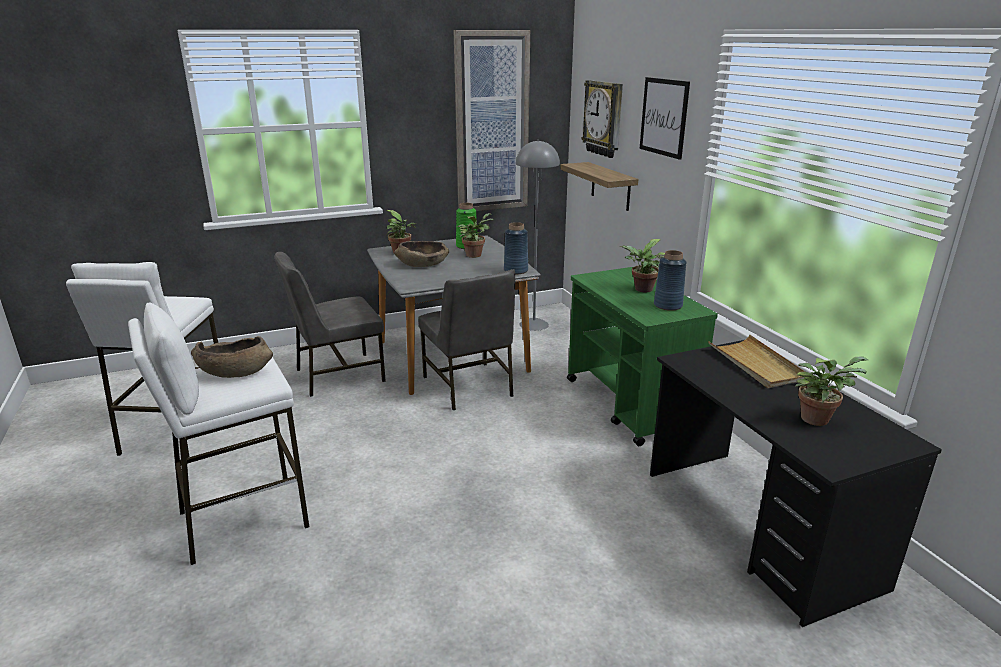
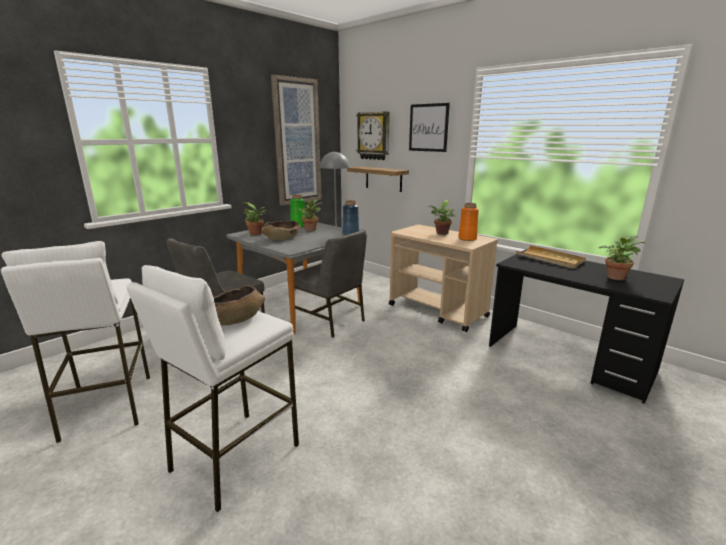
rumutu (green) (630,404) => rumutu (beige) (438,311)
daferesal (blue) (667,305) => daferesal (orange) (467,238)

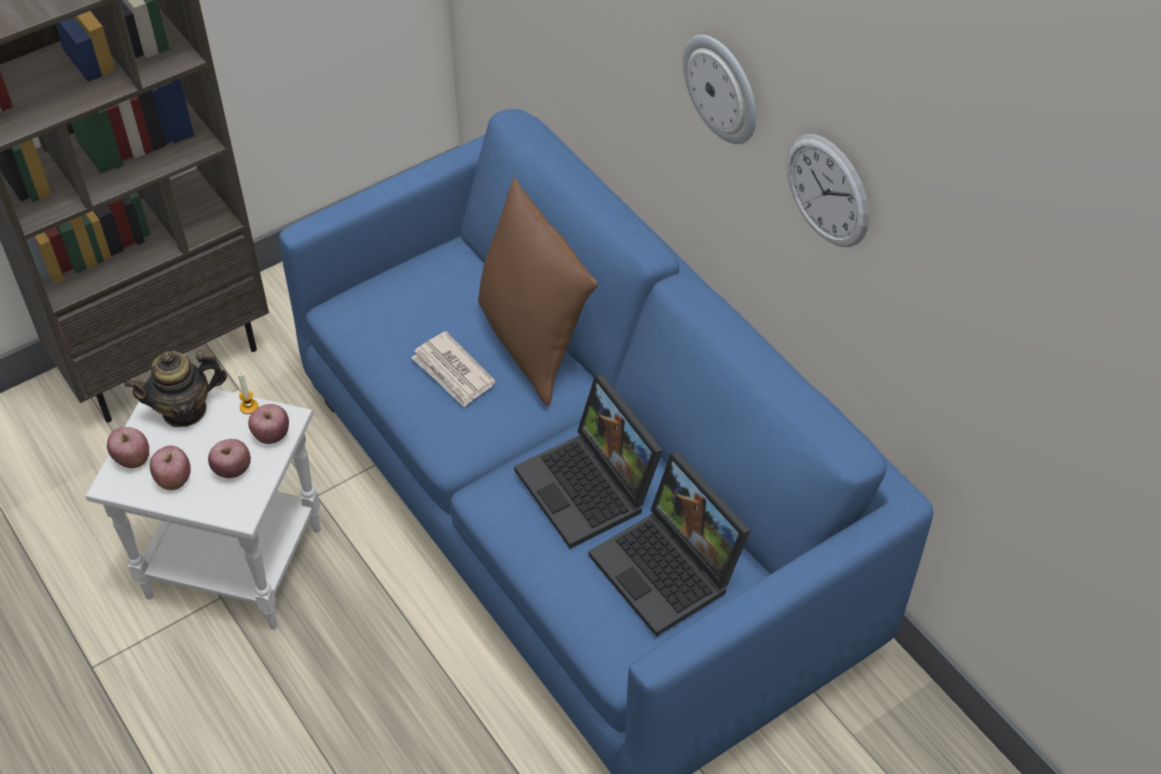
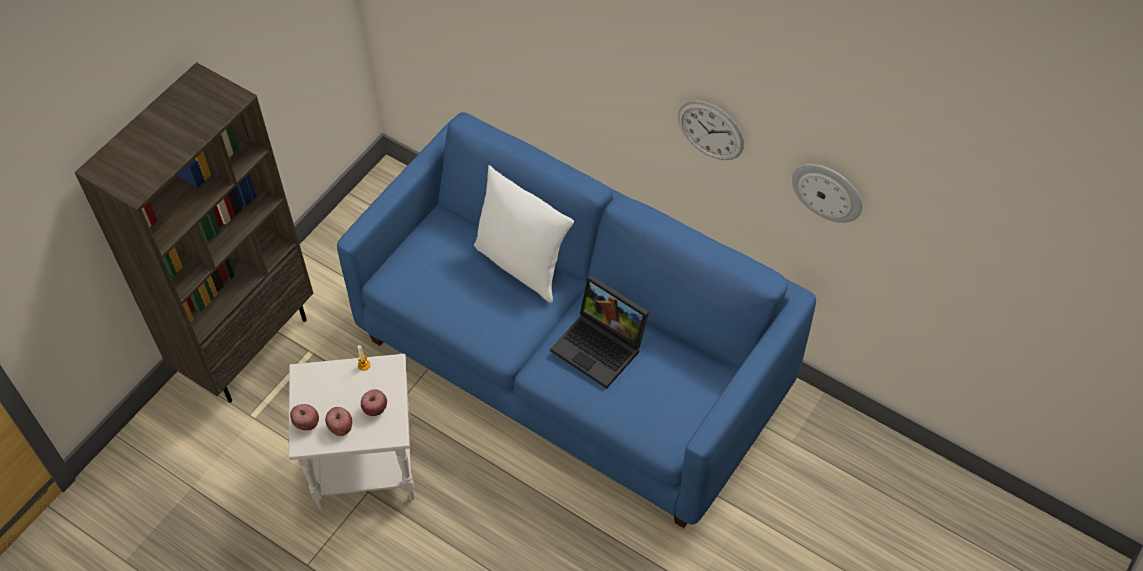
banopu (184,410) => nothing
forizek (271,435) => nothing
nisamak (453,372) => nothing
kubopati (670,569) => nothing
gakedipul (722,88) => gakedipul (828,191), relocated
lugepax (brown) (533,343) => lugepax (white) (522,264)

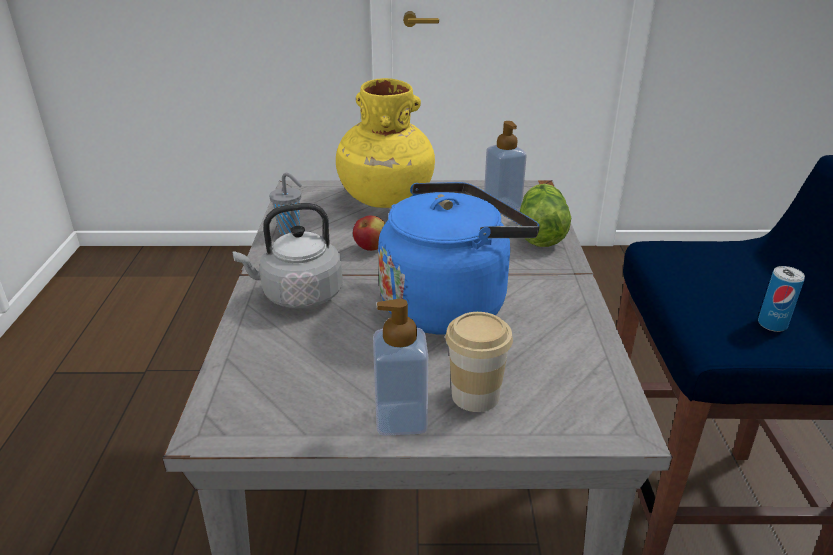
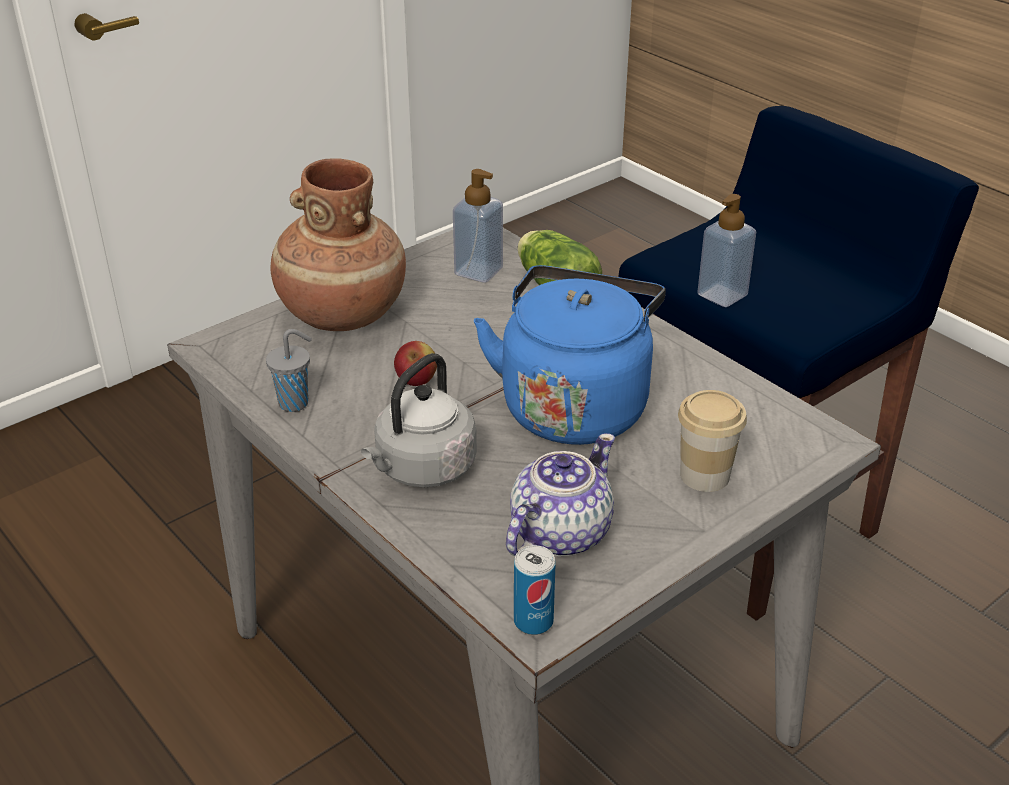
nothing => banopu (558,533)
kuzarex (401,419) => kuzarex (722,295), relocated
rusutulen (772,324) => rusutulen (533,621), relocated
daferesal (yellow) (385,198) => daferesal (brown) (341,313)

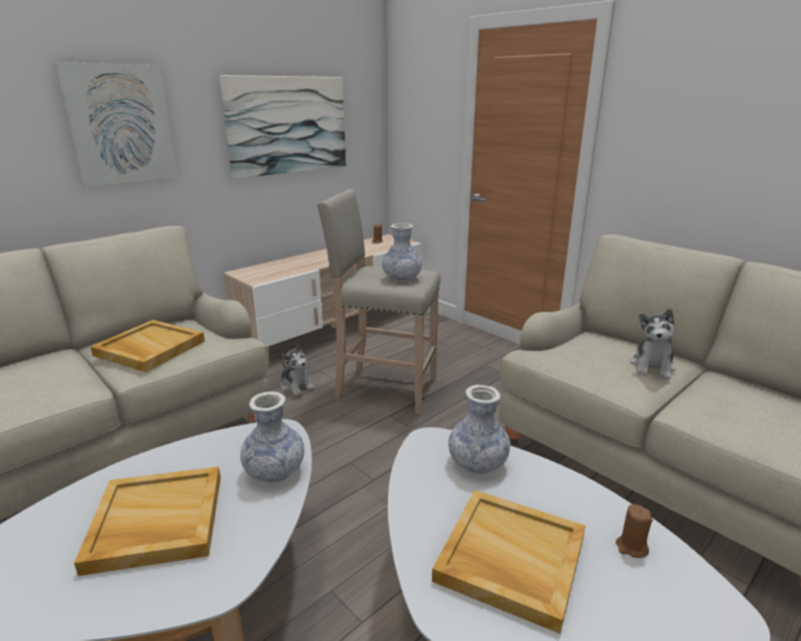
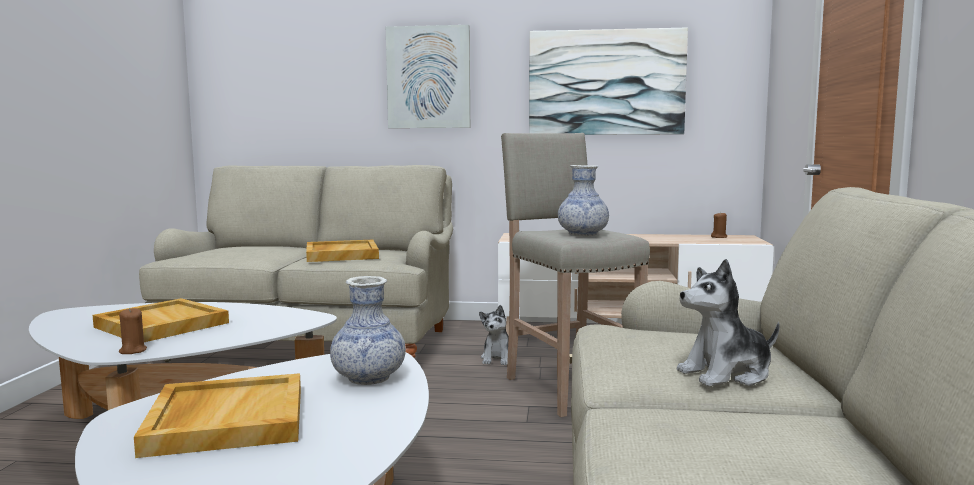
daferesal (275,471) => nothing
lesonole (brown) (631,547) => lesonole (brown) (132,351), relocated

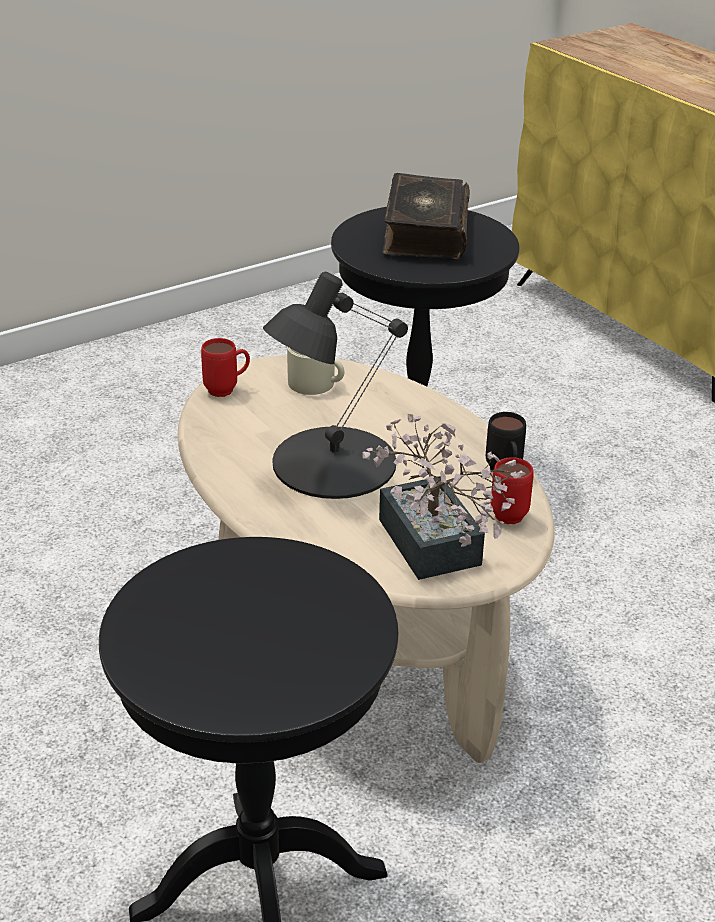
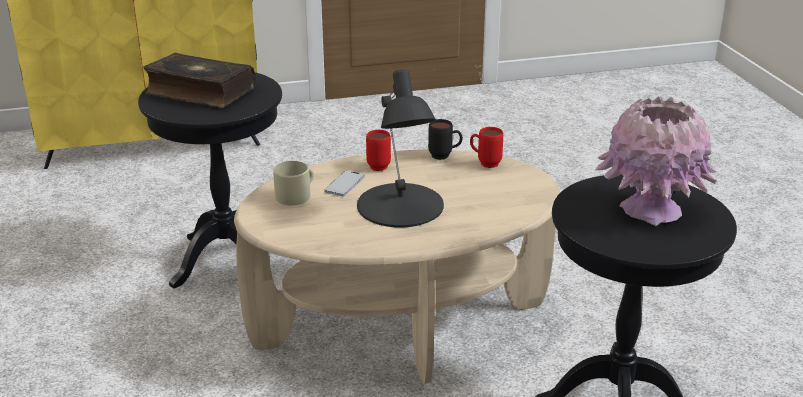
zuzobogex (433,550) => nothing
nothing => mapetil (344,184)
nothing => daferesal (pink) (650,210)
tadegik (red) (227,390) => tadegik (red) (378,165), relocated

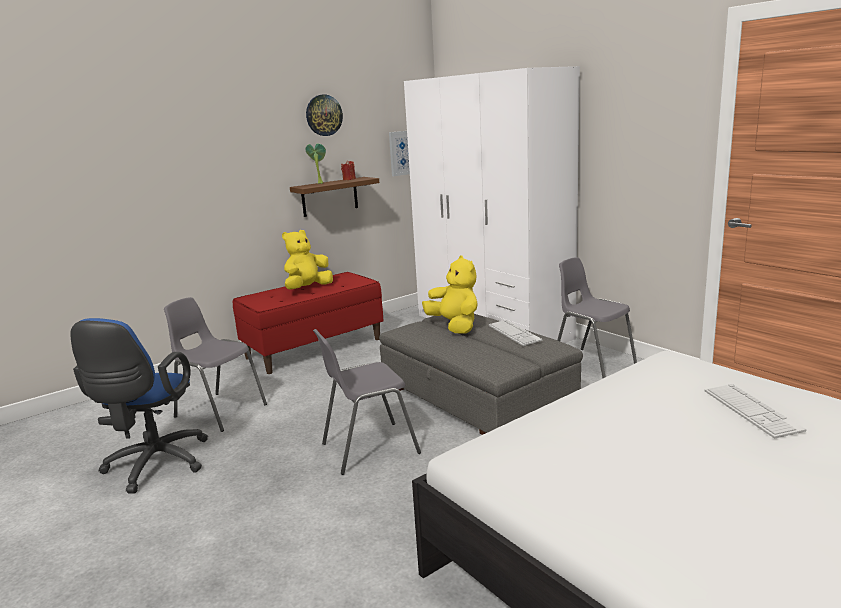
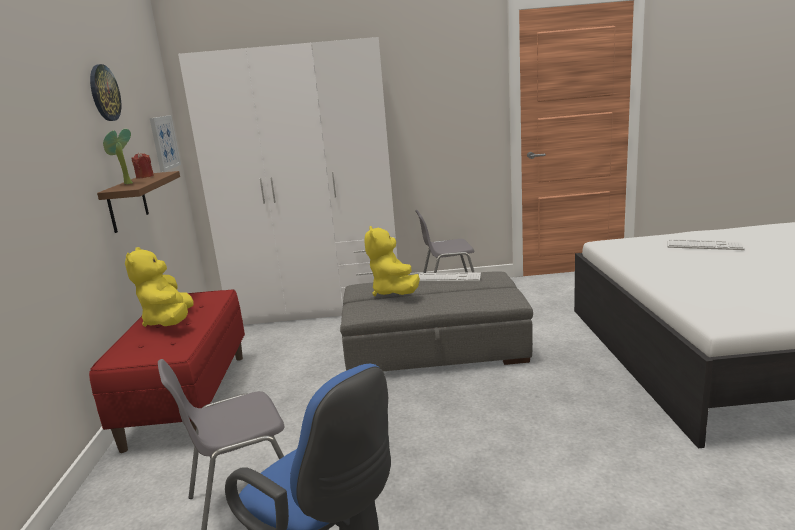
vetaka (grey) (368,448) => nothing
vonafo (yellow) (455,326) => vonafo (yellow) (394,292), 105 degrees counterclockwise

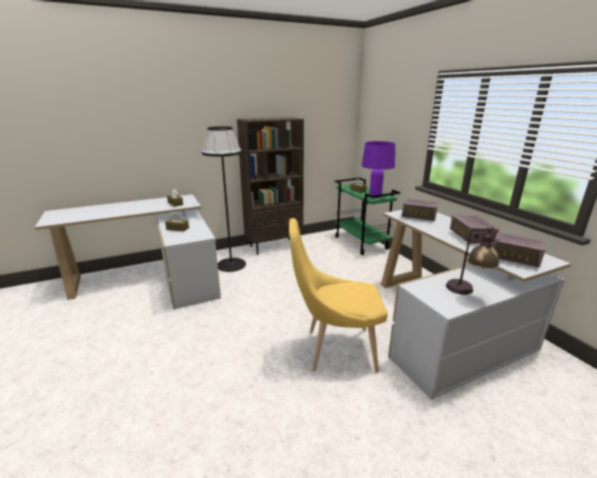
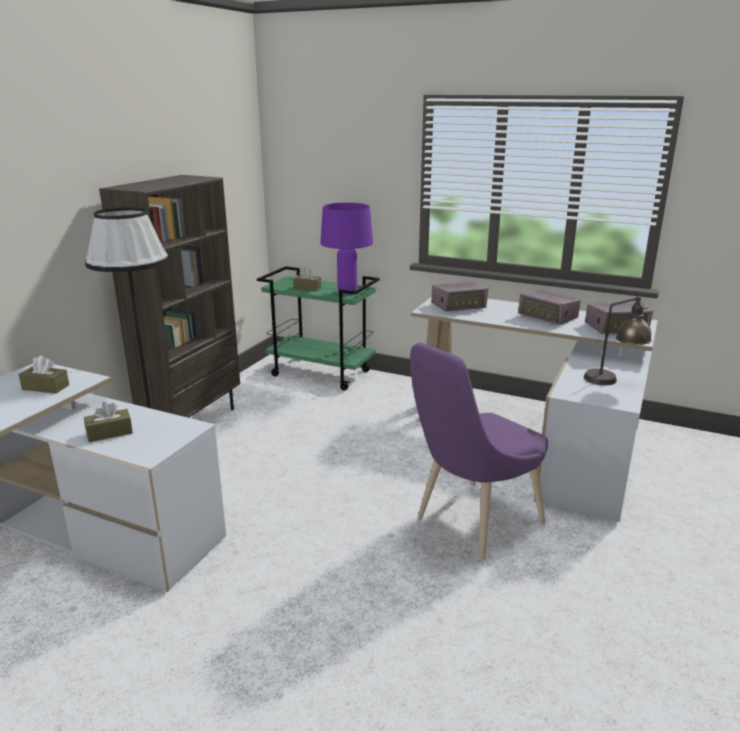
vetaka (yellow) (335,350) => vetaka (purple) (472,524)

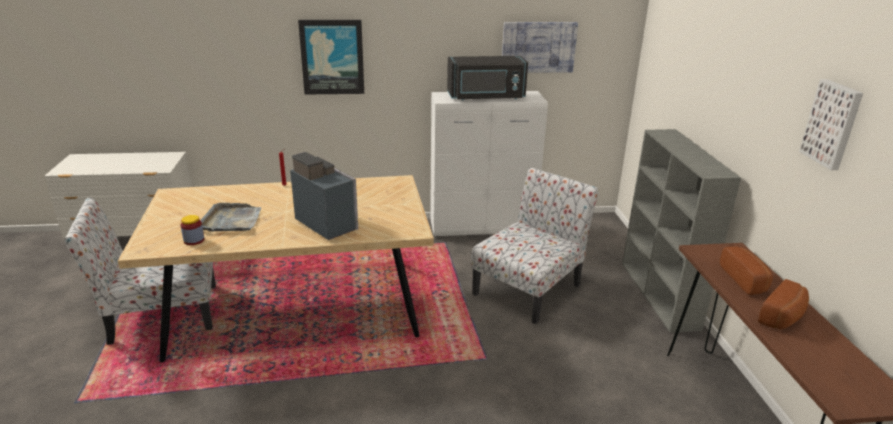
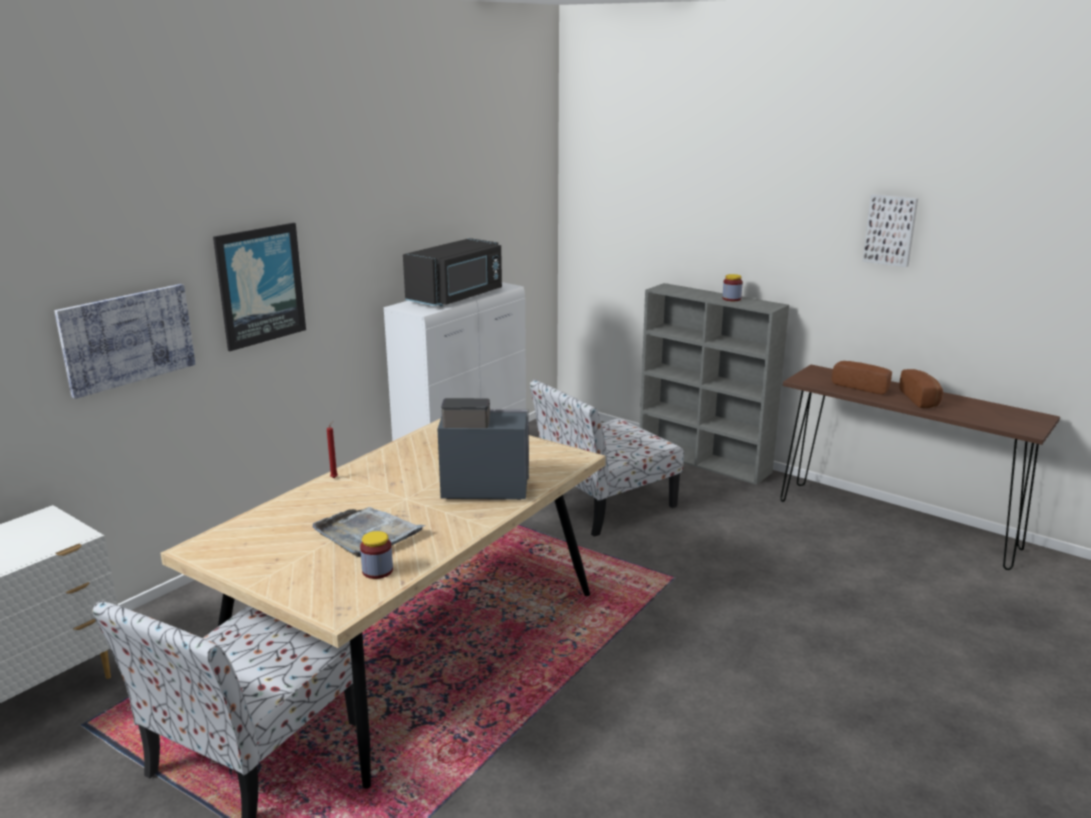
nothing => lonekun (731,299)
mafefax (538,47) => mafefax (127,338), relocated
vetaka (529,288) => vetaka (604,505), 120 degrees counterclockwise

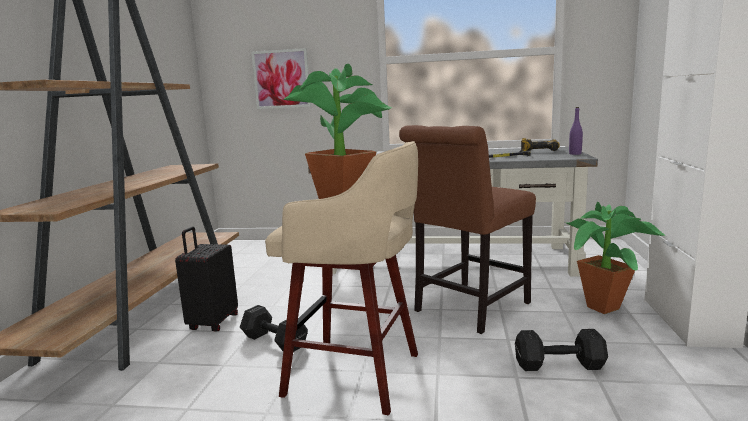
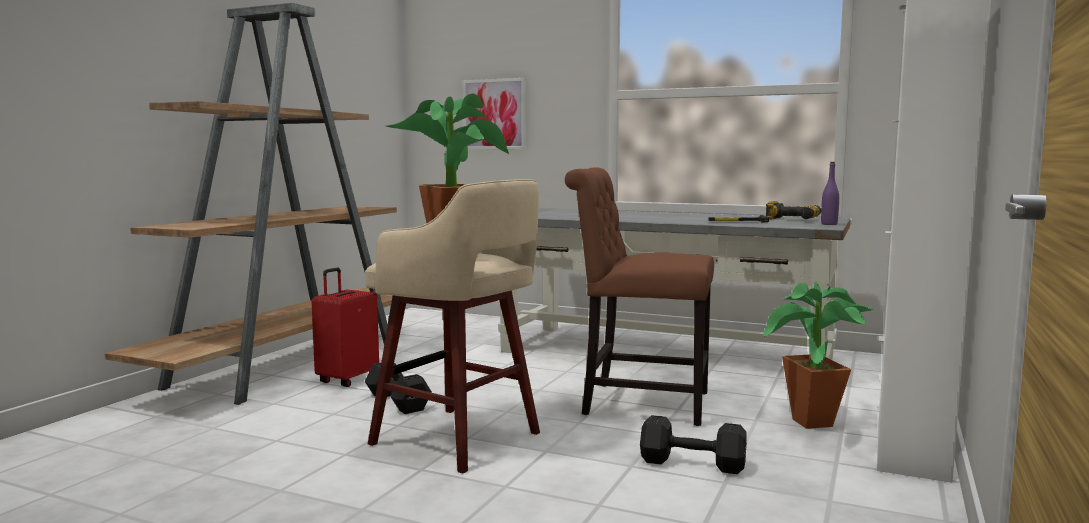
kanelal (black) (212,323) => kanelal (red) (347,379)
vetaka (brown) (468,309) => vetaka (brown) (638,403), 45 degrees clockwise

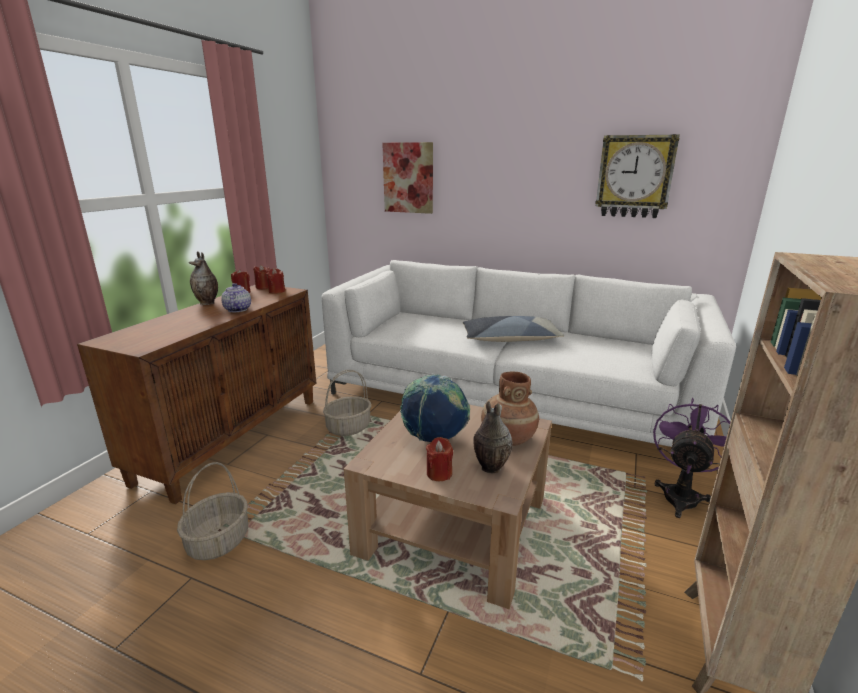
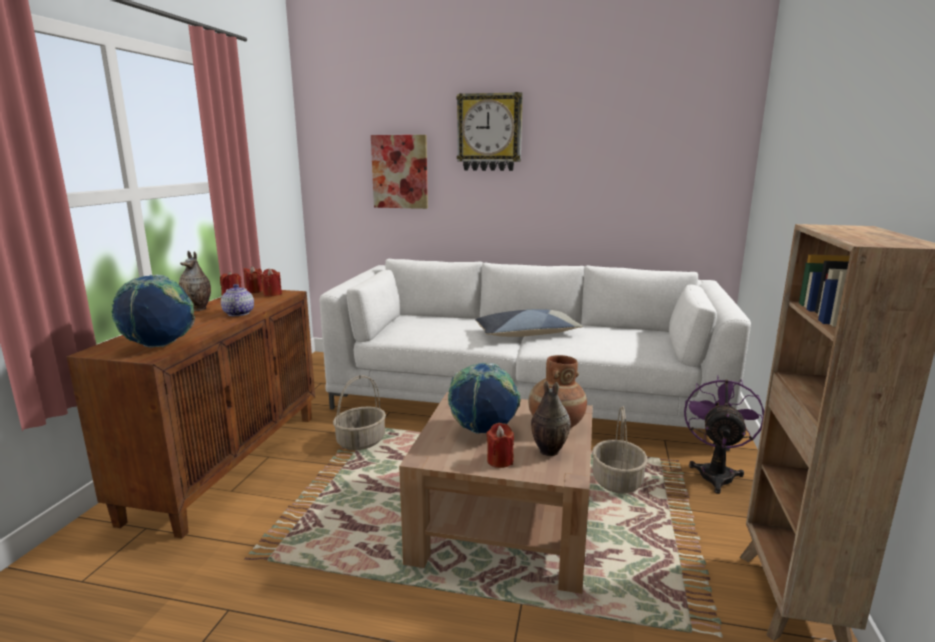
nothing => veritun (160,346)
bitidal (218,542) => bitidal (617,481), relocated
gakedipul (634,177) => gakedipul (489,132), relocated

